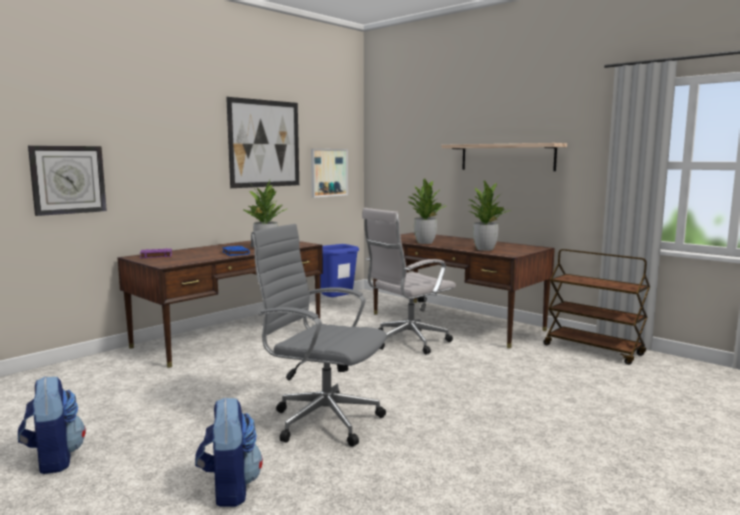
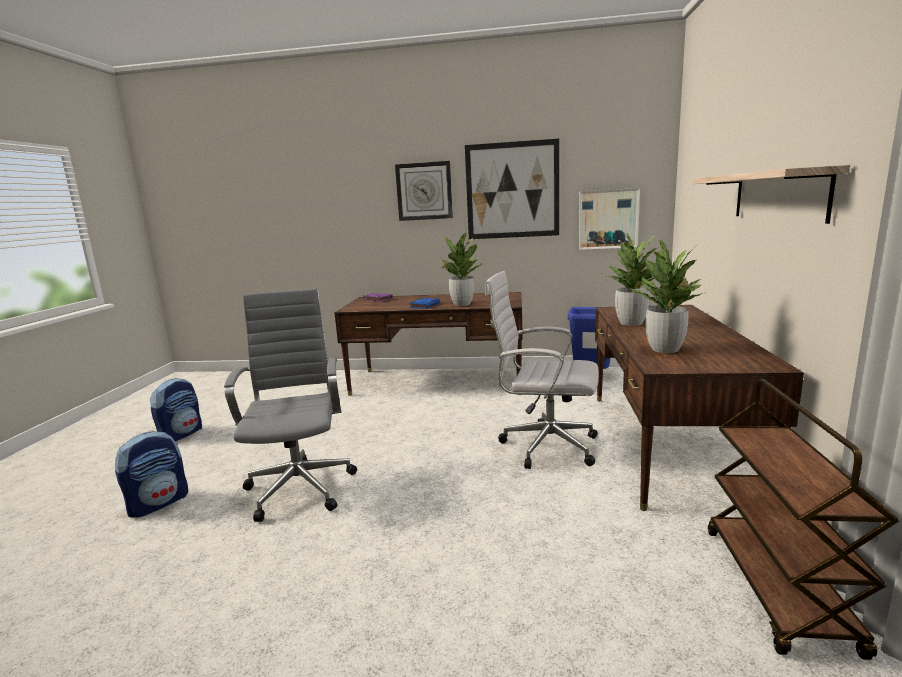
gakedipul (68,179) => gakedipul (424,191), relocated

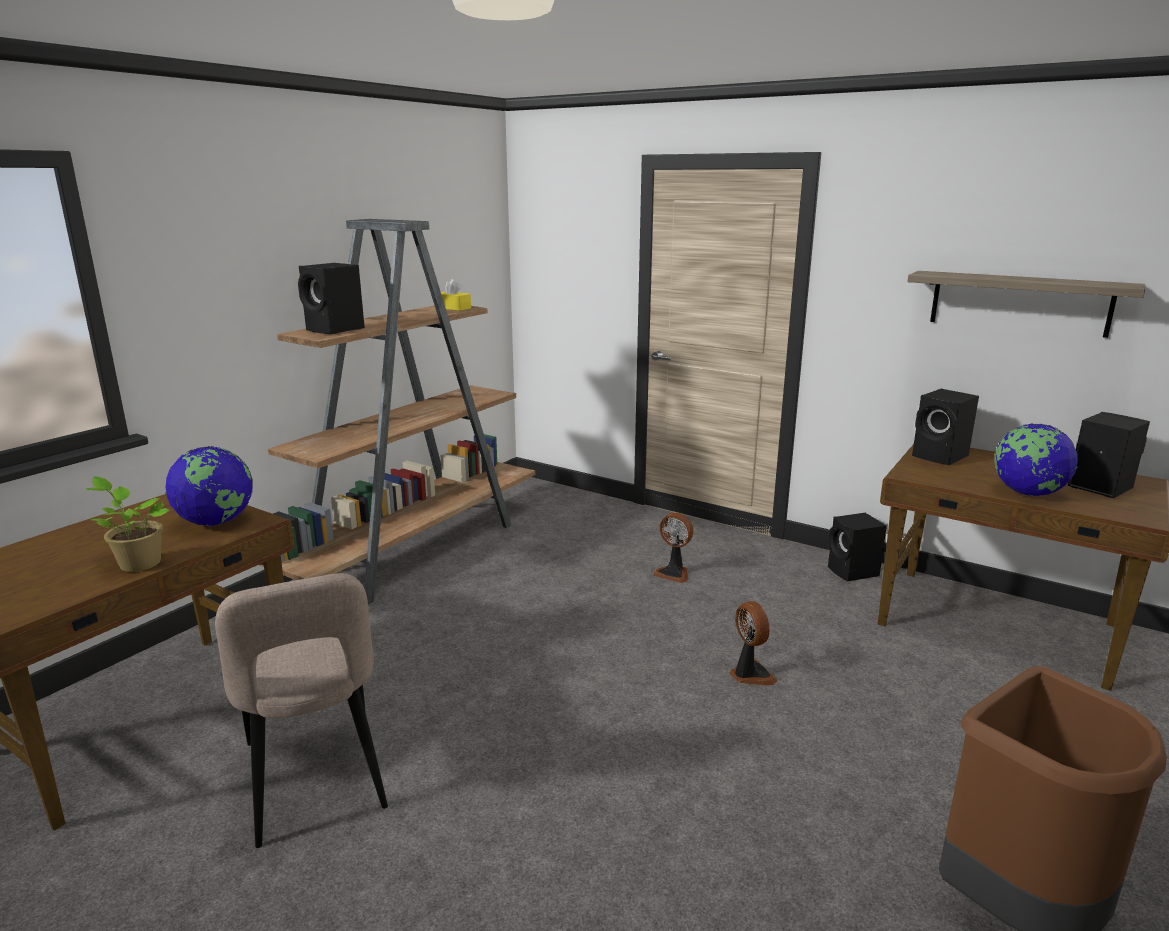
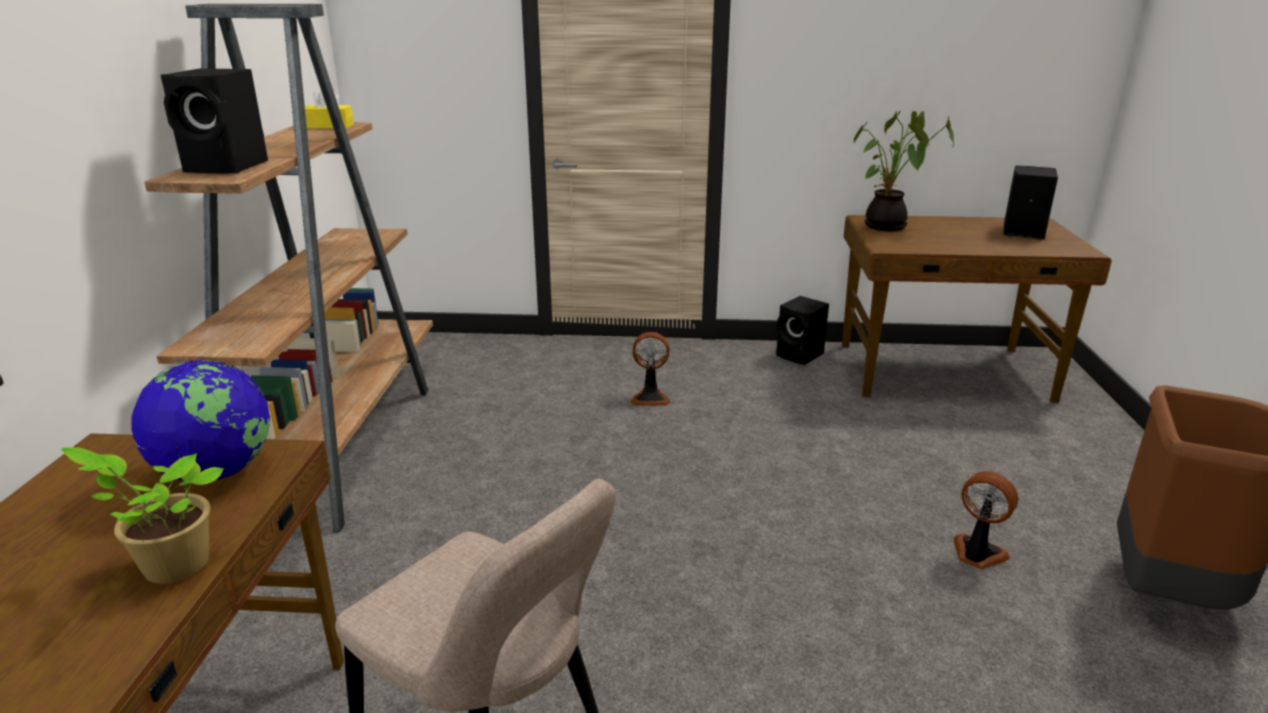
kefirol (1019,303) => nothing
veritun (1027,493) => nothing
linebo (750,674) => linebo (977,554), relocated
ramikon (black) (941,457) => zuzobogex (887,227)

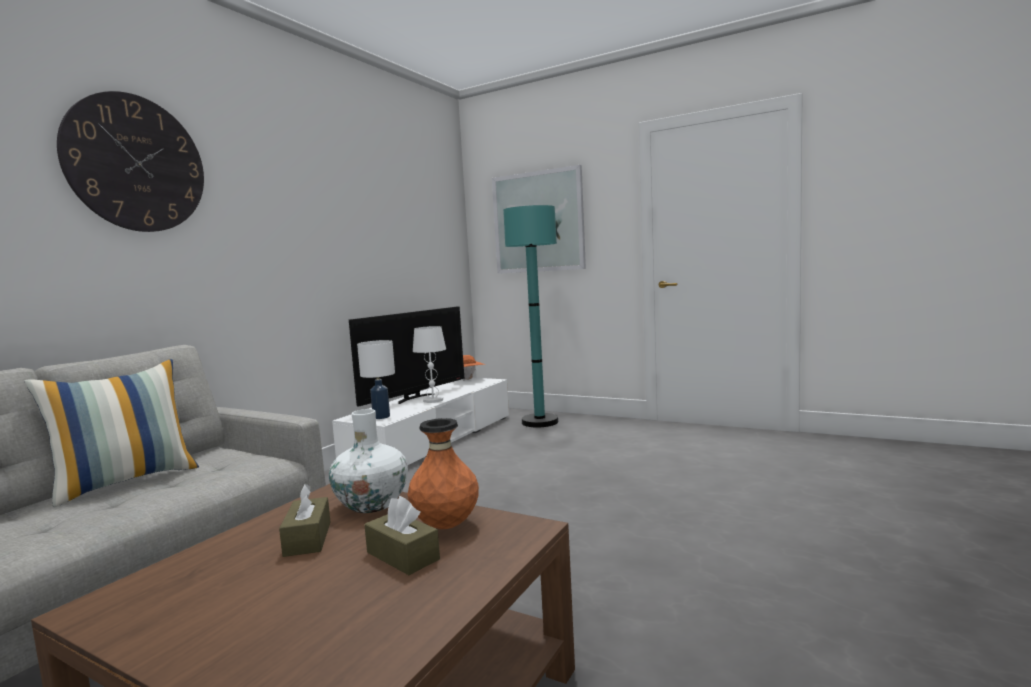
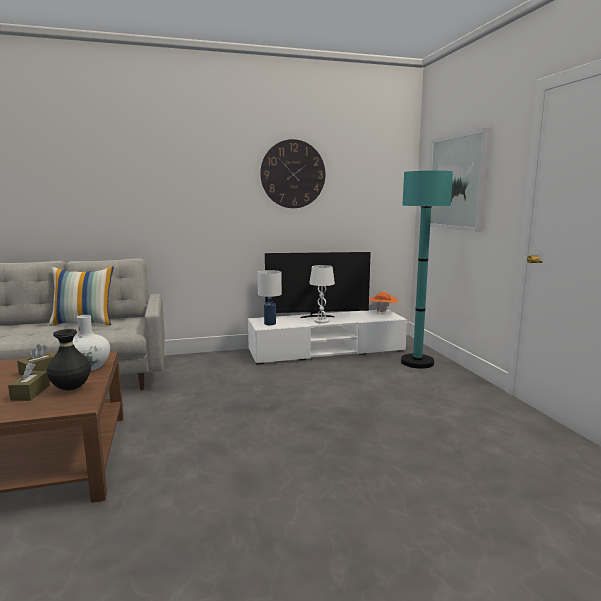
gakedipul (136,163) => gakedipul (293,174), relocated
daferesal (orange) (446,526) => daferesal (black) (71,389)

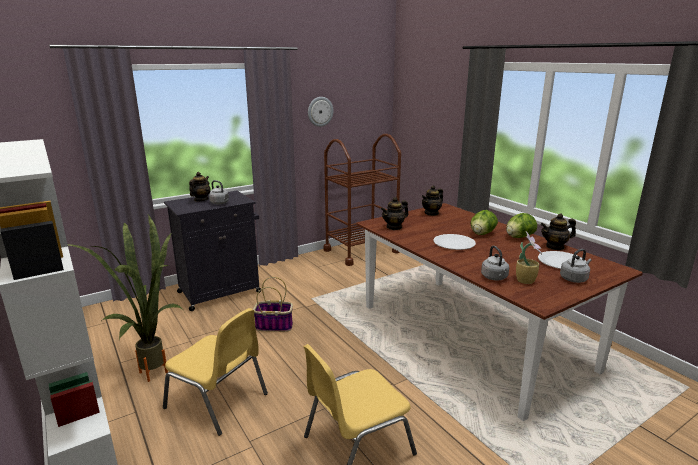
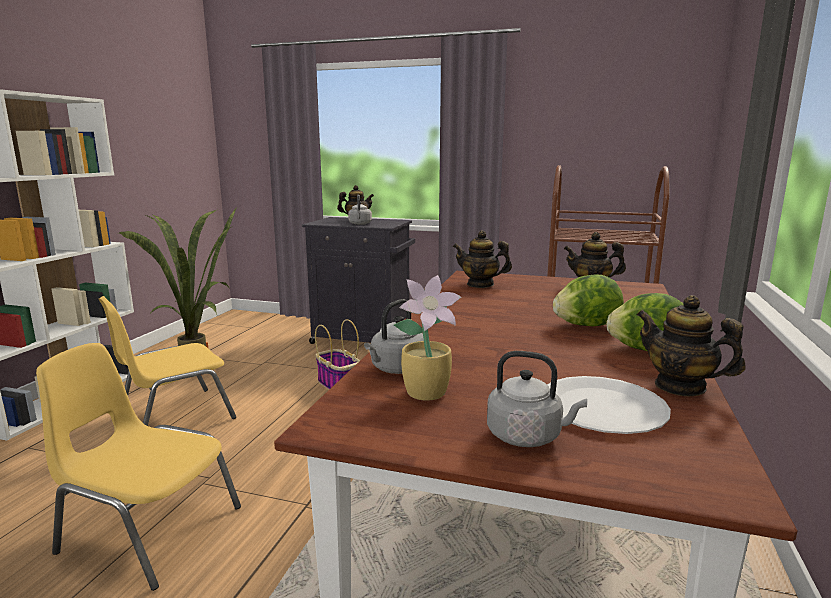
gakedipul (320,111) => nothing
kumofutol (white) (454,243) => nothing
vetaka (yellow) (218,401) => vetaka (yellow) (174,416), 60 degrees clockwise

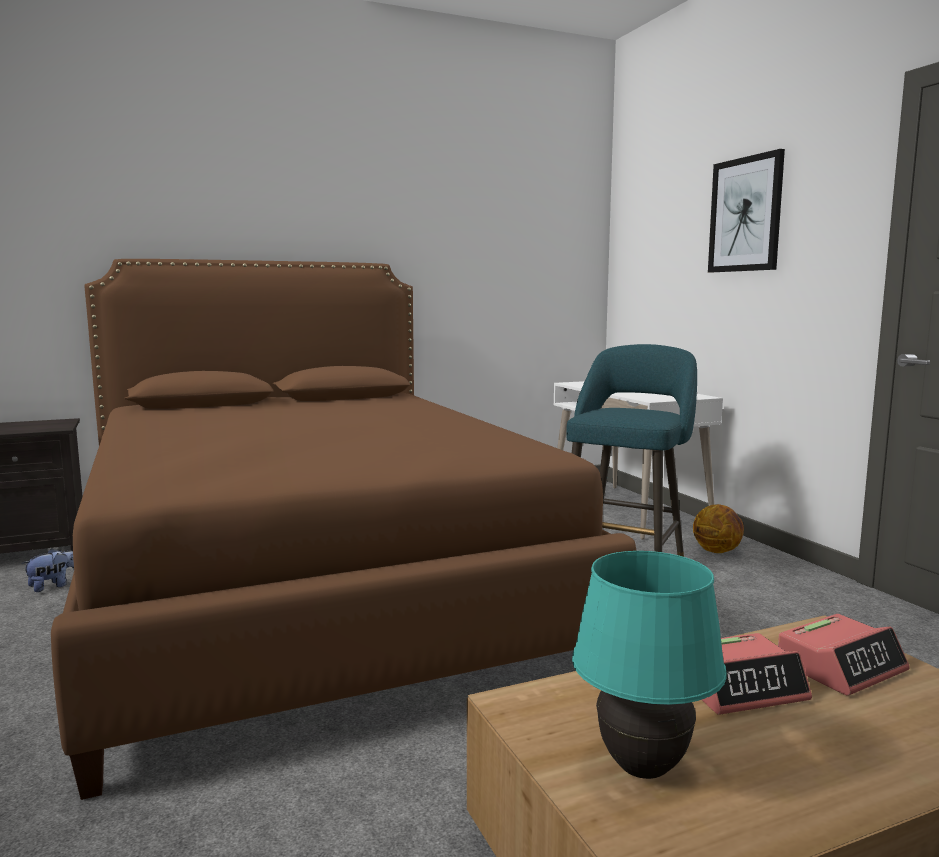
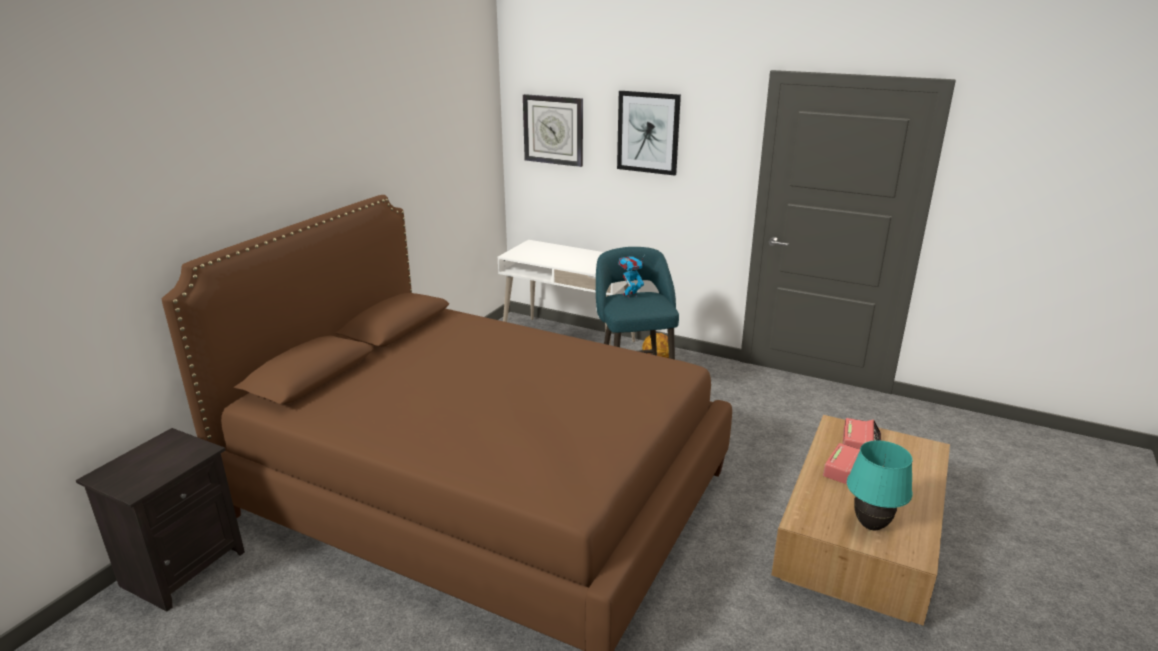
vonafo (53,586) => nothing
nothing => gakedipul (553,130)
nothing => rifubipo (630,295)

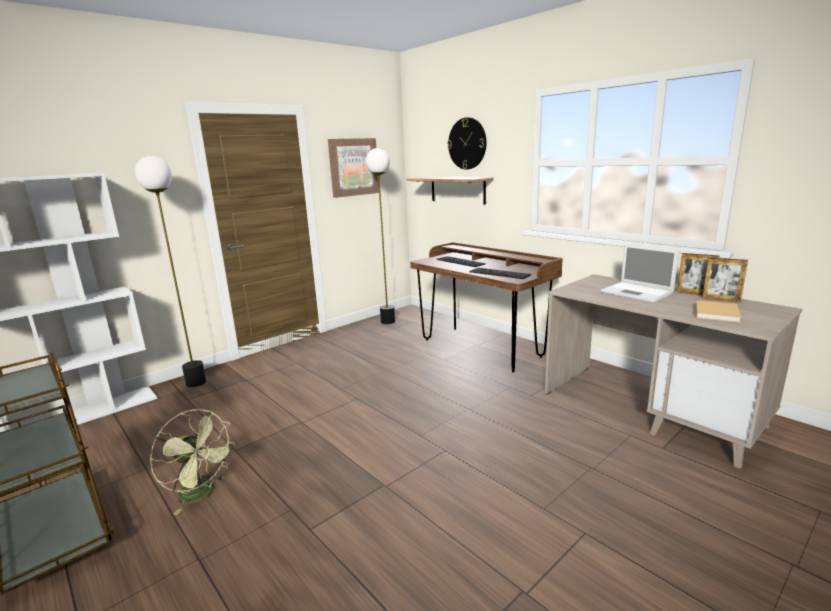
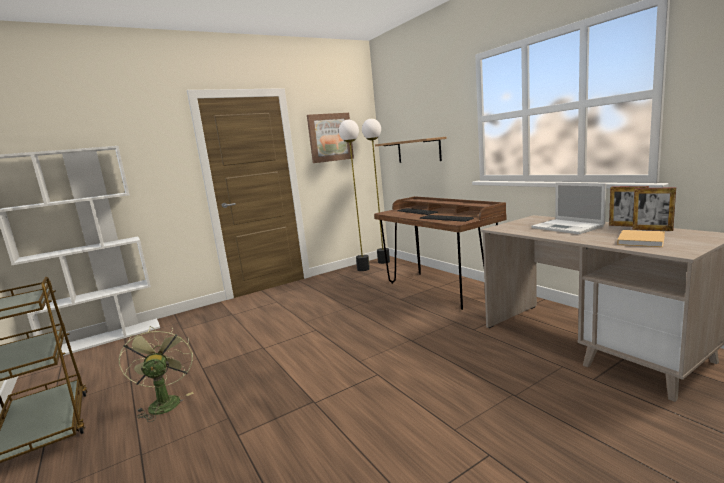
gakedipul (467,143) => nothing
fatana (196,382) => fatana (384,261), relocated
linebo (green) (202,494) => linebo (green) (164,402), 150 degrees counterclockwise

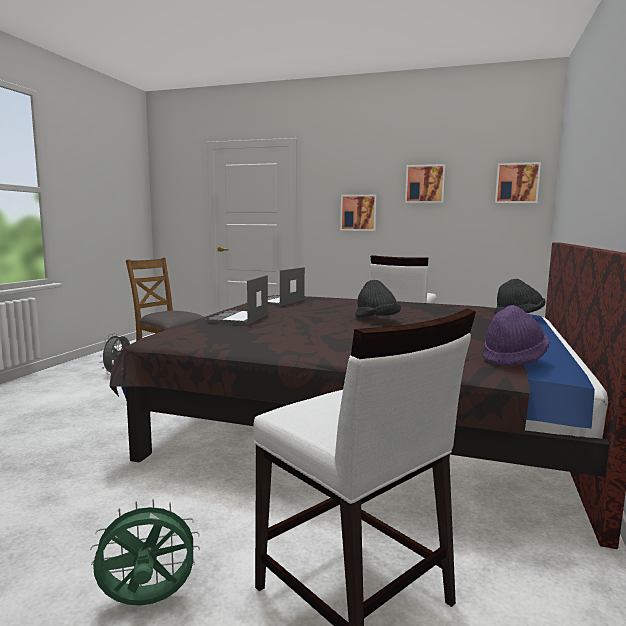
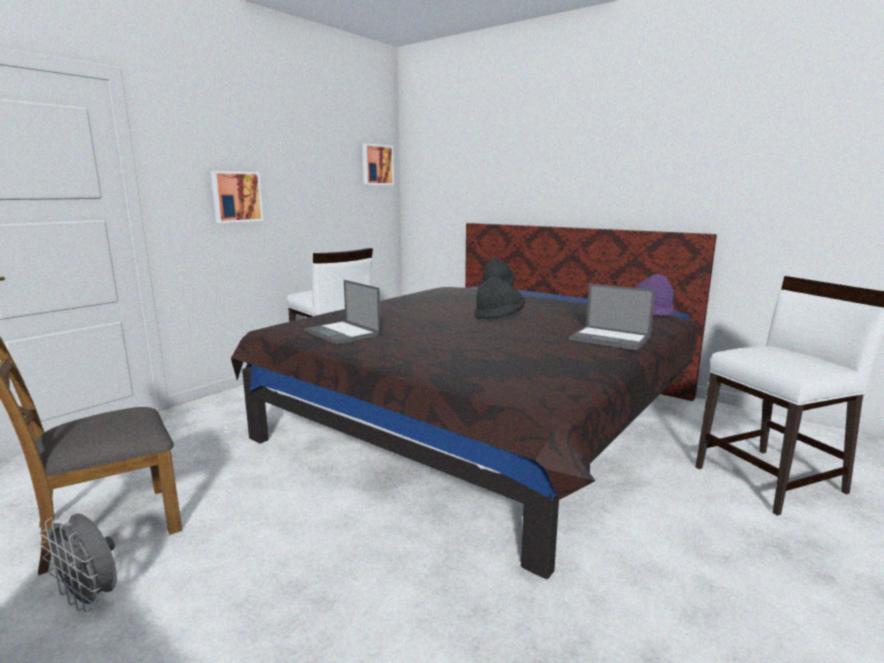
linebo (green) (147,603) => nothing
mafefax (425,184) => nothing
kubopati (238,318) => kubopati (611,338), relocated

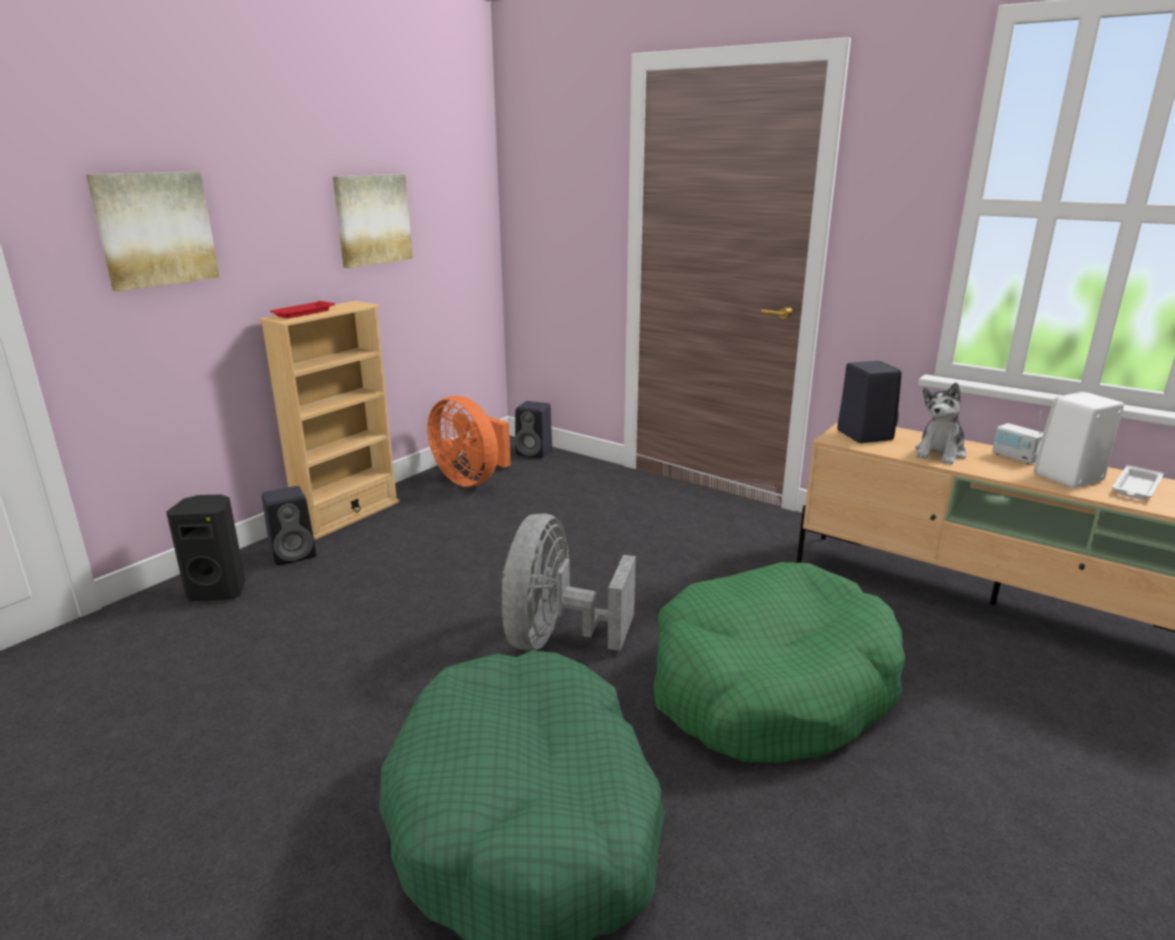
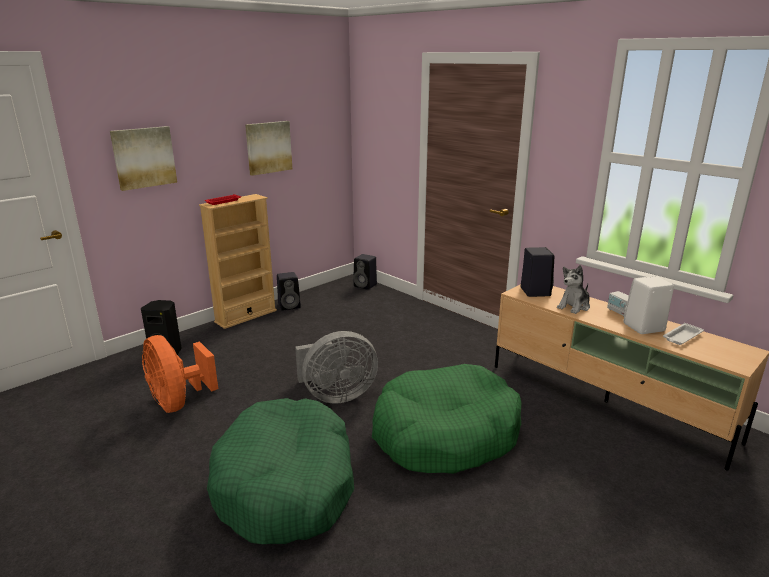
ramikon (black) (295,553) => ramikon (black) (290,305), relocated
linebo (orange) (471,479) => linebo (orange) (178,402), relocated
linebo (grey) (556,638) => linebo (grey) (336,395), 135 degrees counterclockwise

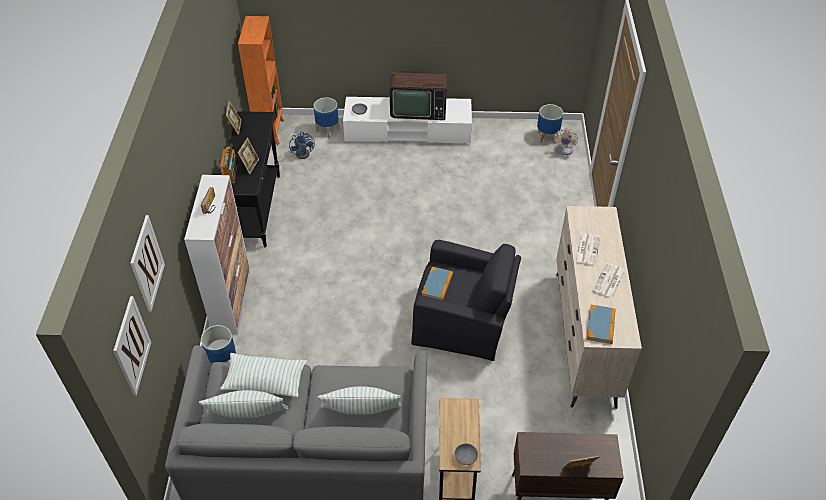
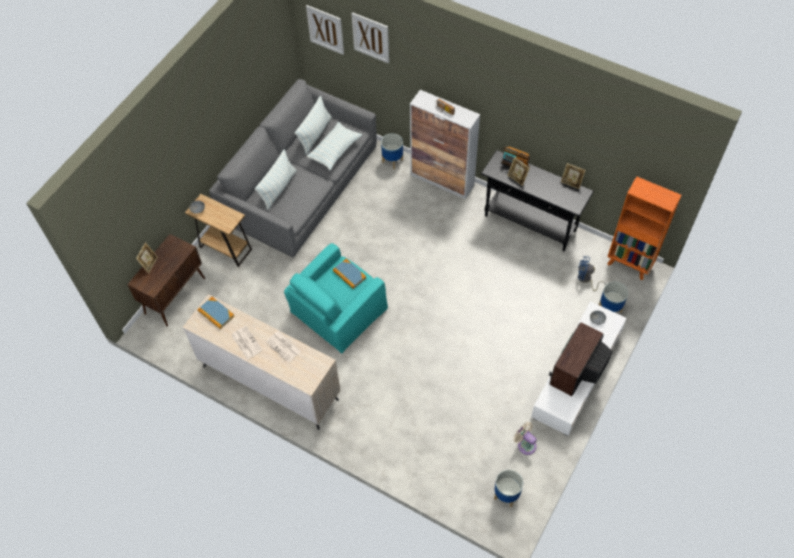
linebo (beige) (564,150) => linebo (beige) (525,444), relocated
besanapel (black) (463,319) => besanapel (turquoise) (338,311)

